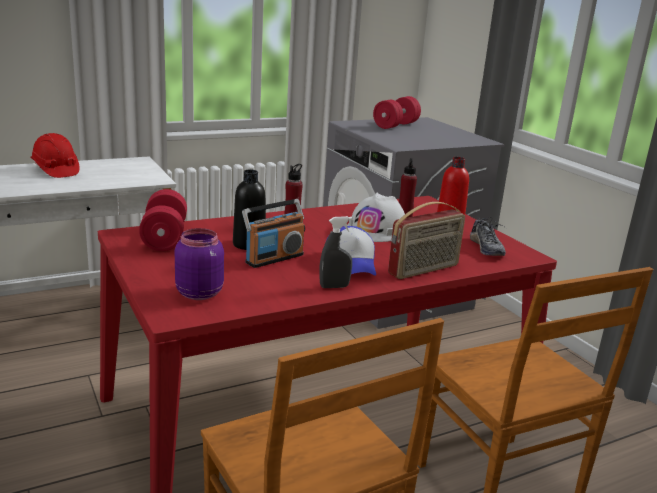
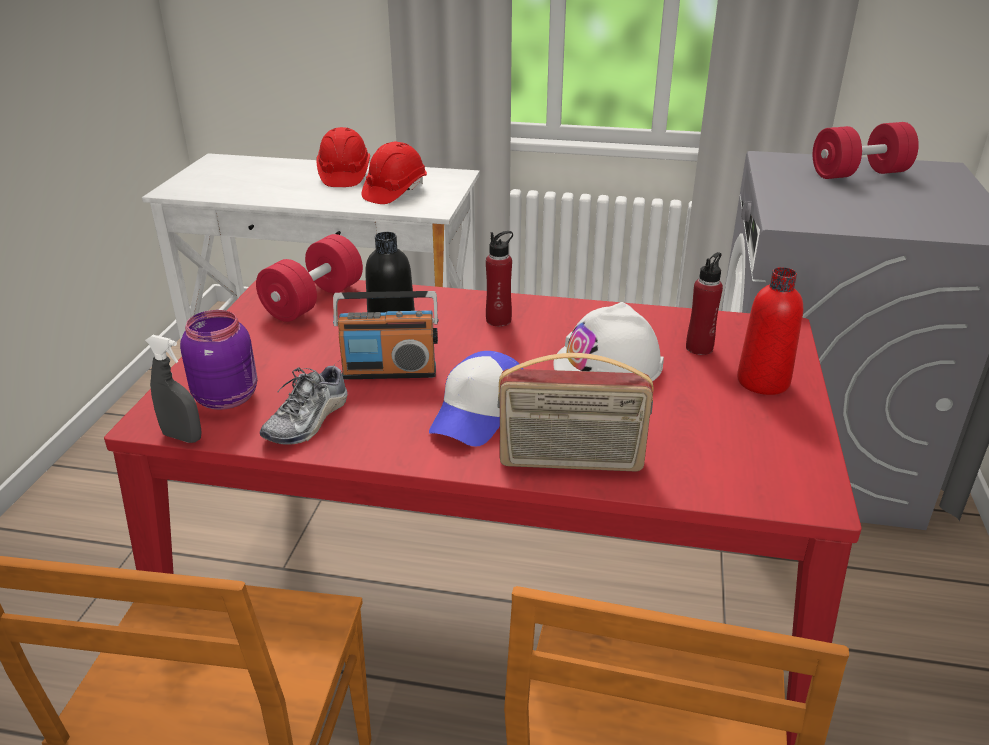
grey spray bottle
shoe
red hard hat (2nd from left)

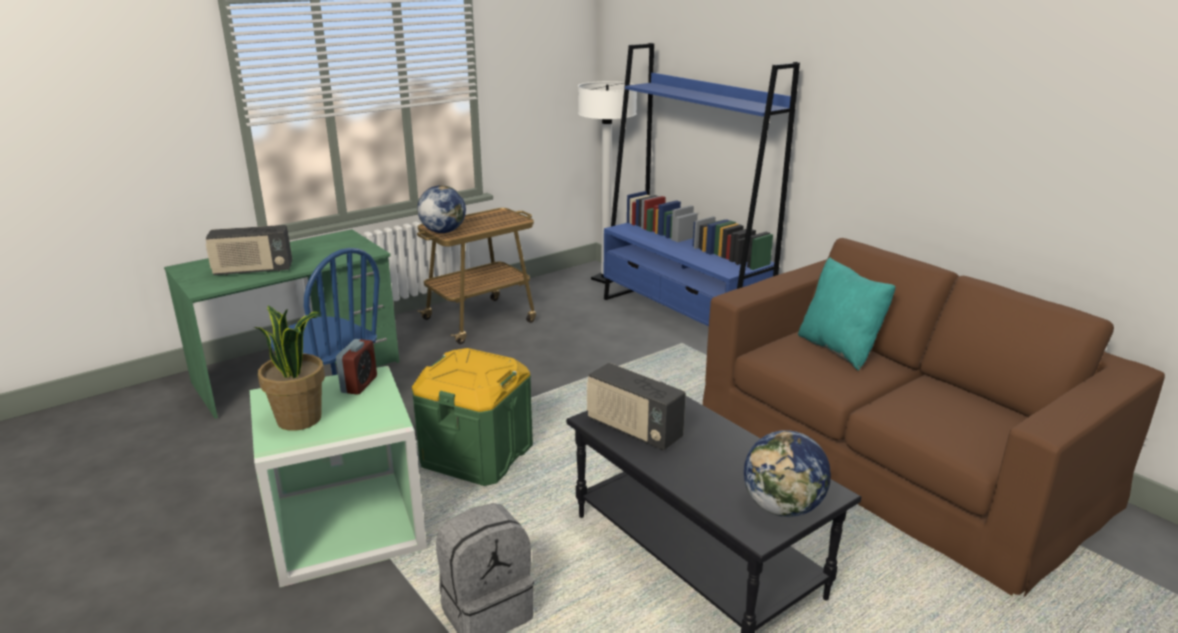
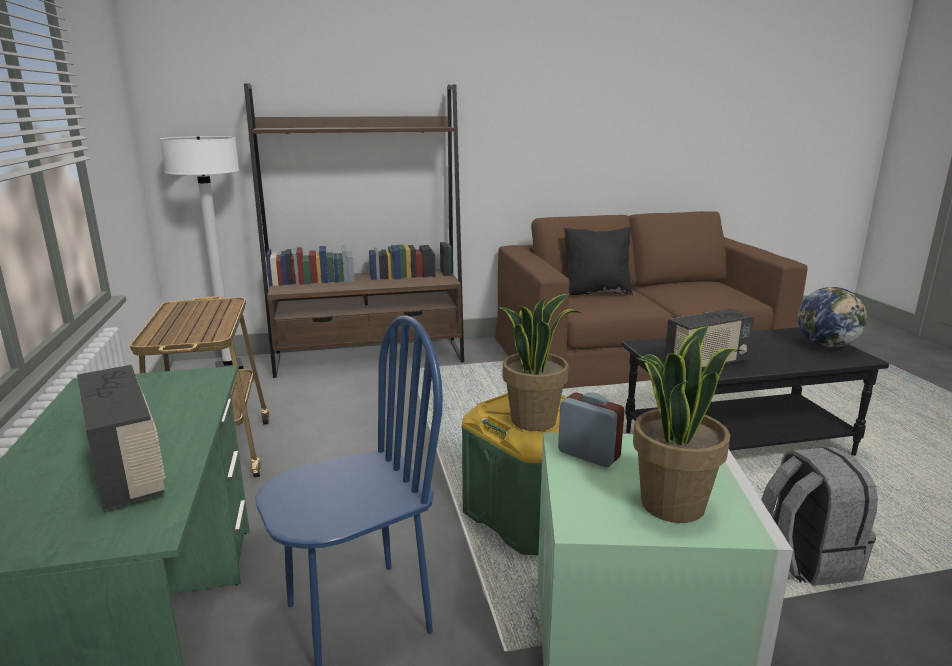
radio (1st from left)
globe (1st from left in the first image)
brown bookcase
black pillow
potted plant (1st from left)

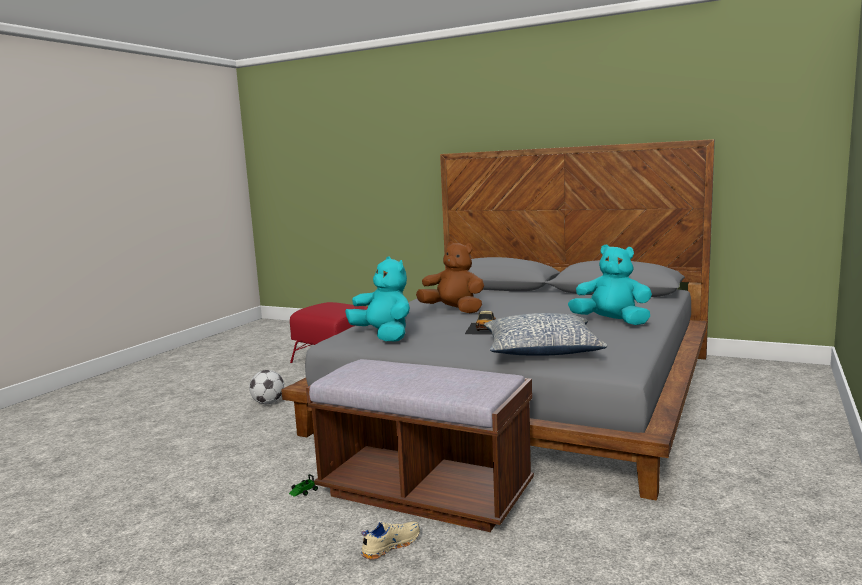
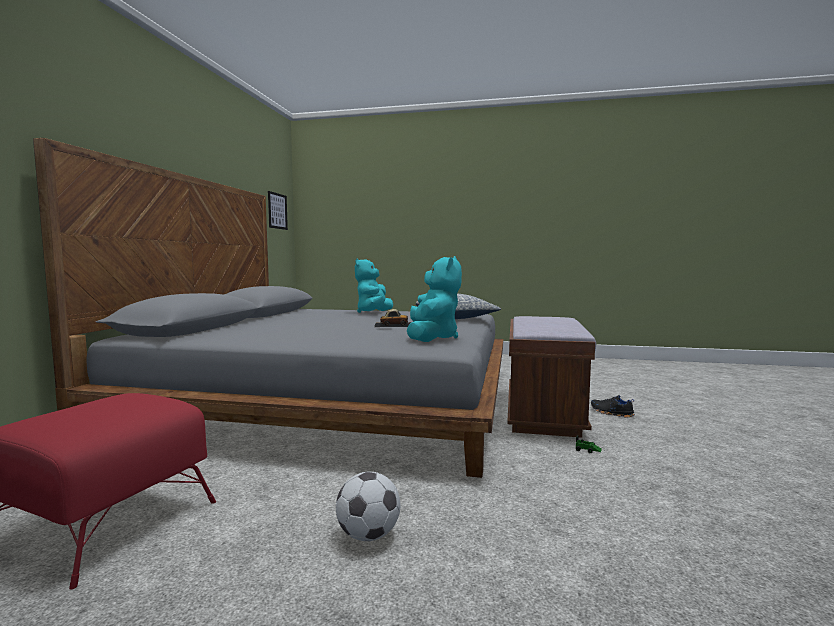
turquoise plush toy (2nd from left)
black shoe
brown plush toy
picture

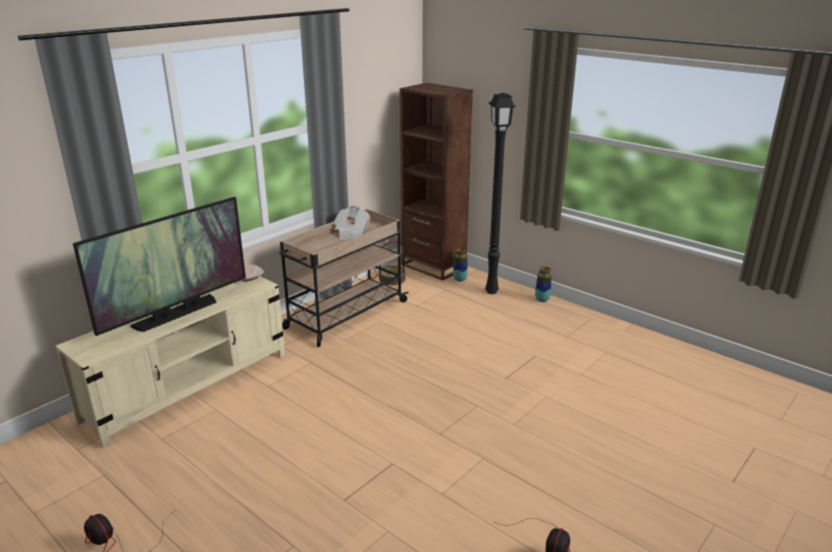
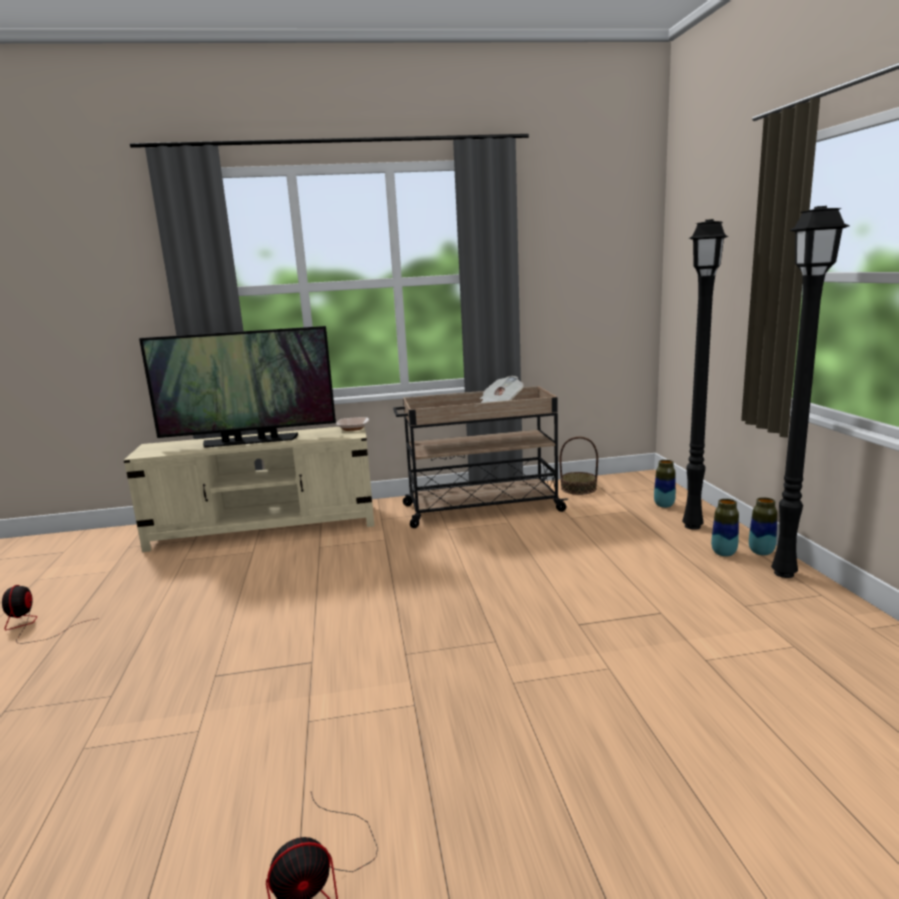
brown bookcase
vase (2nd from left)
black floor lamp (2nd from left)

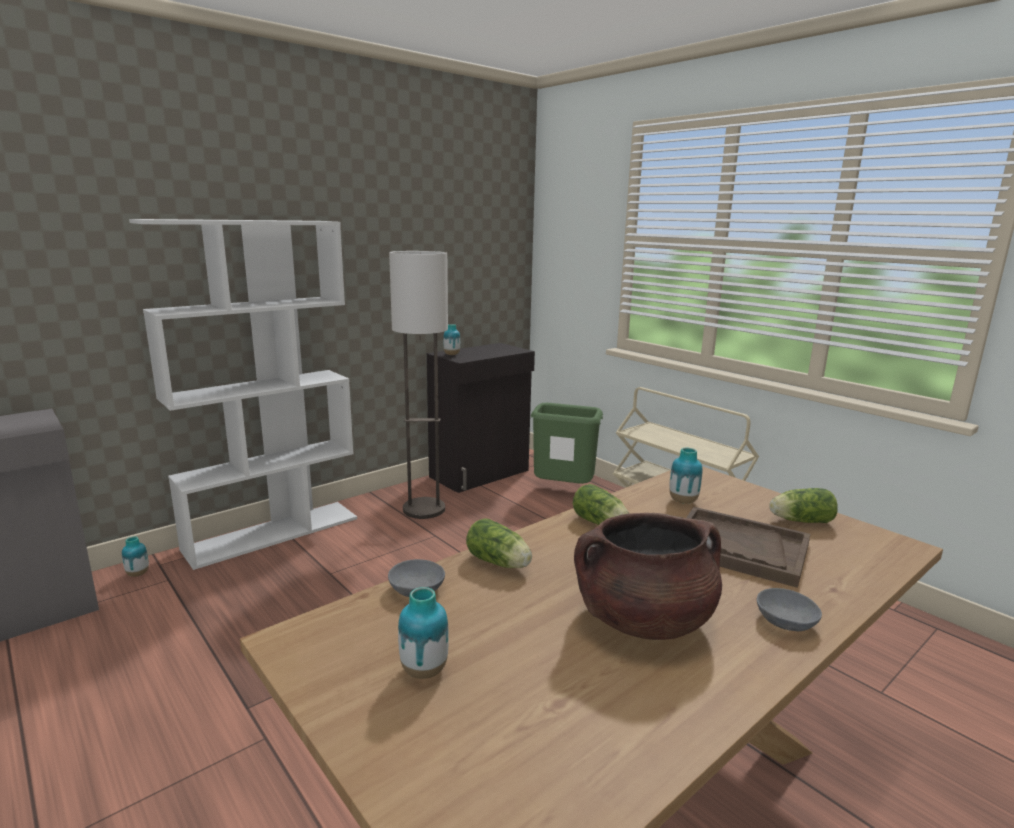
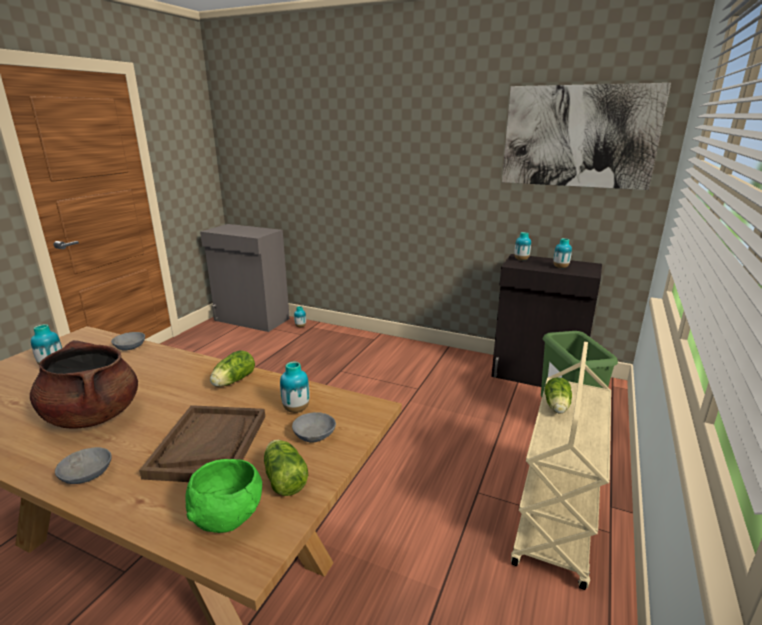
white bookcase
floor lamp
lettuce (3rd from left)
green bowl
grey bowl (3rd from left)
picture
vase (5th from left)

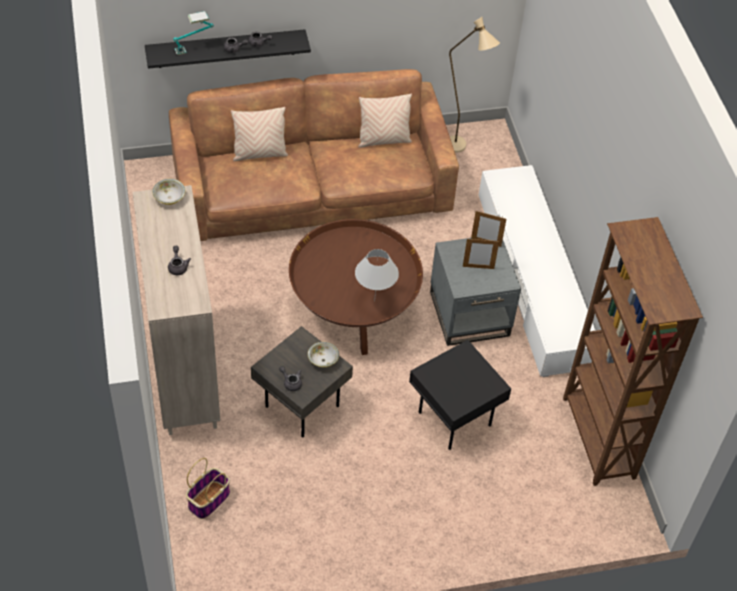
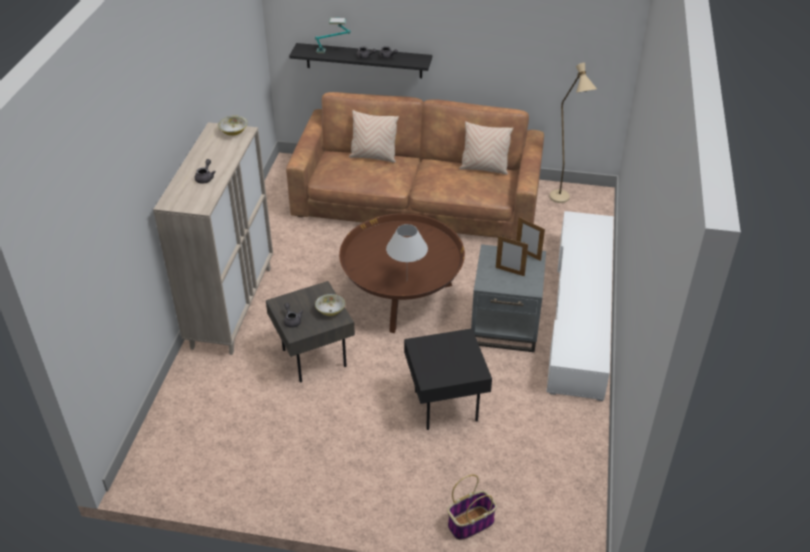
basket
brown bookcase

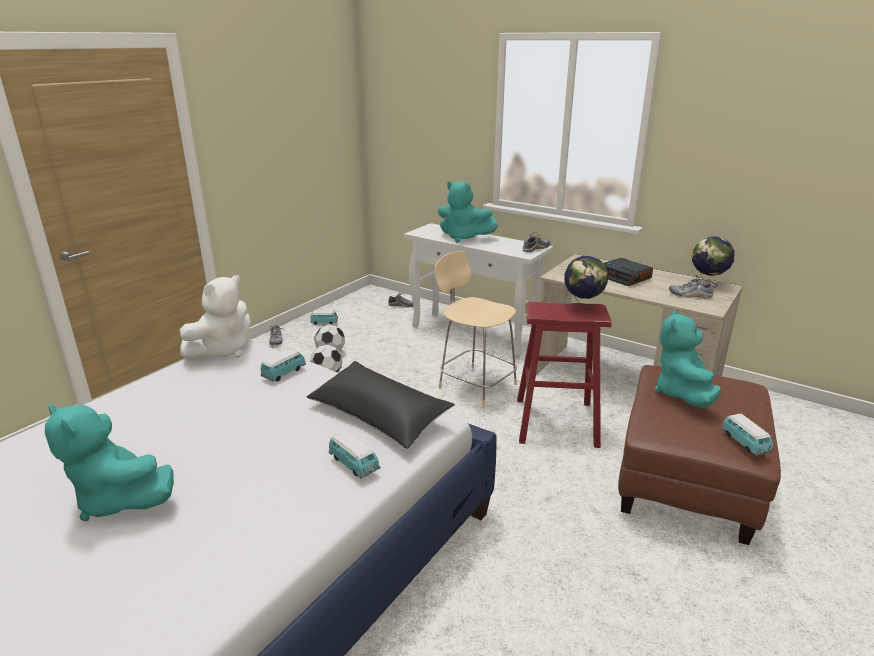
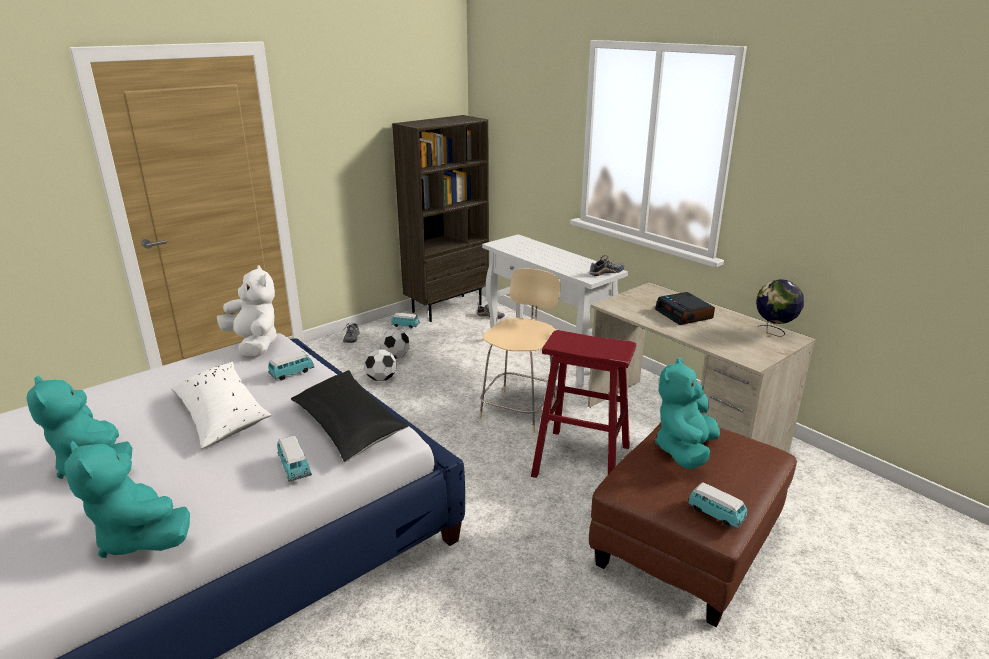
white plush toy
beige chair
turquoise plush toy (2nd from left)
globe (1st from left in the first image)
shoe (4th from left in the first image)
toy car (4th from left)
white pillow
brown bookcase

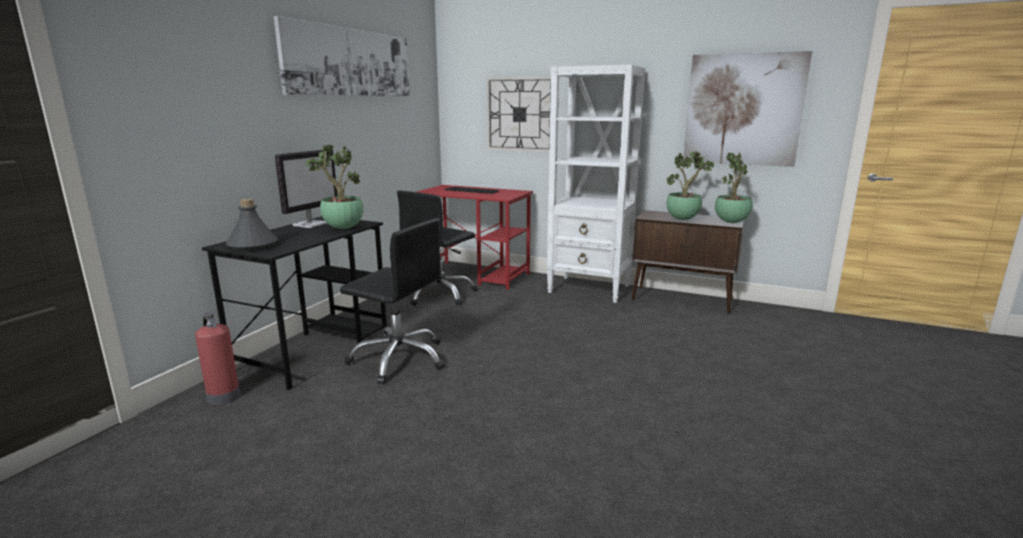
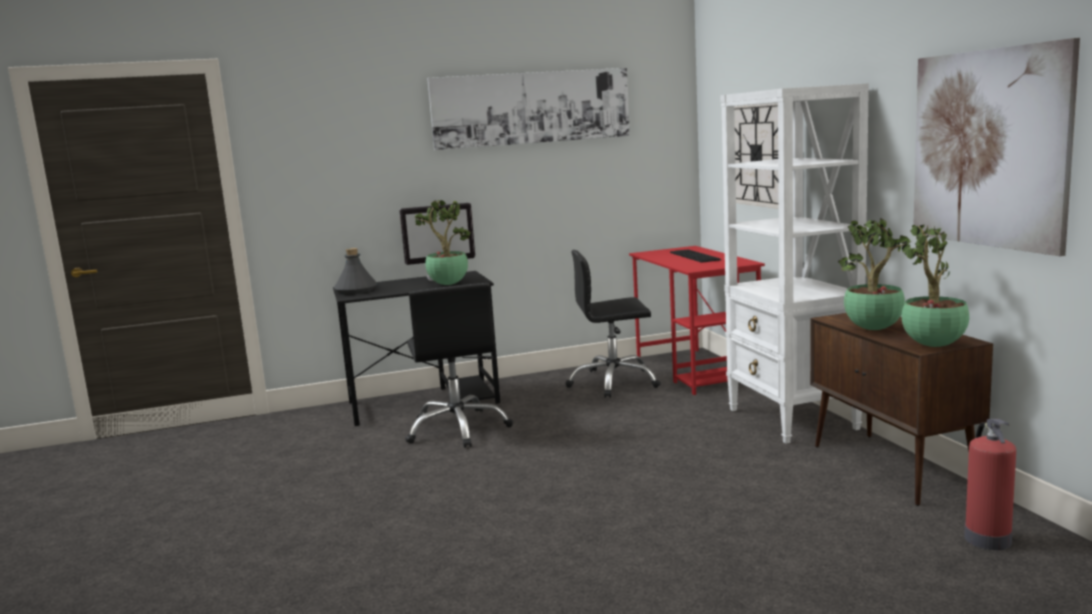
fire extinguisher

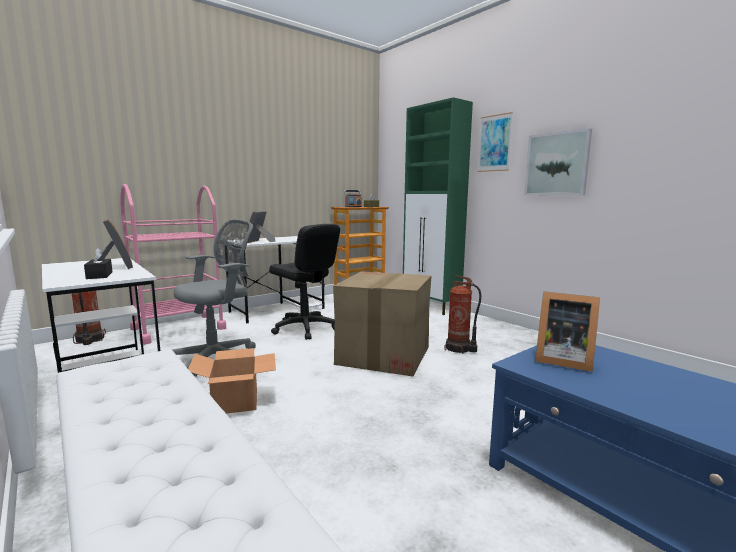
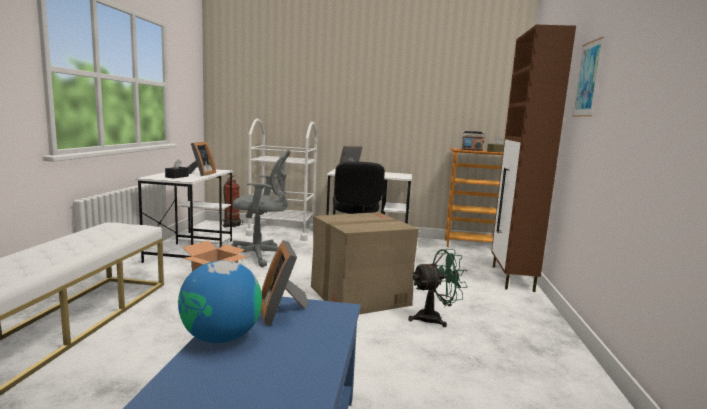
white cart
brown cabinet
green fan
picture (2nd from left in the first image)
globe

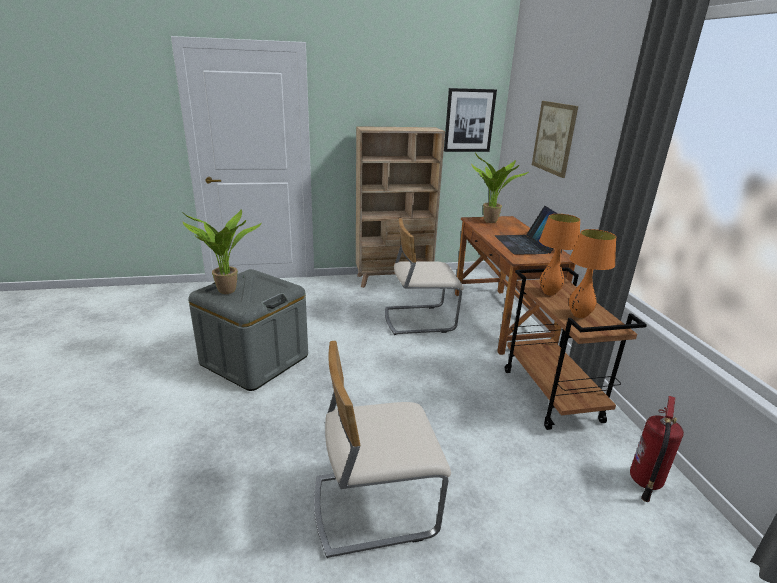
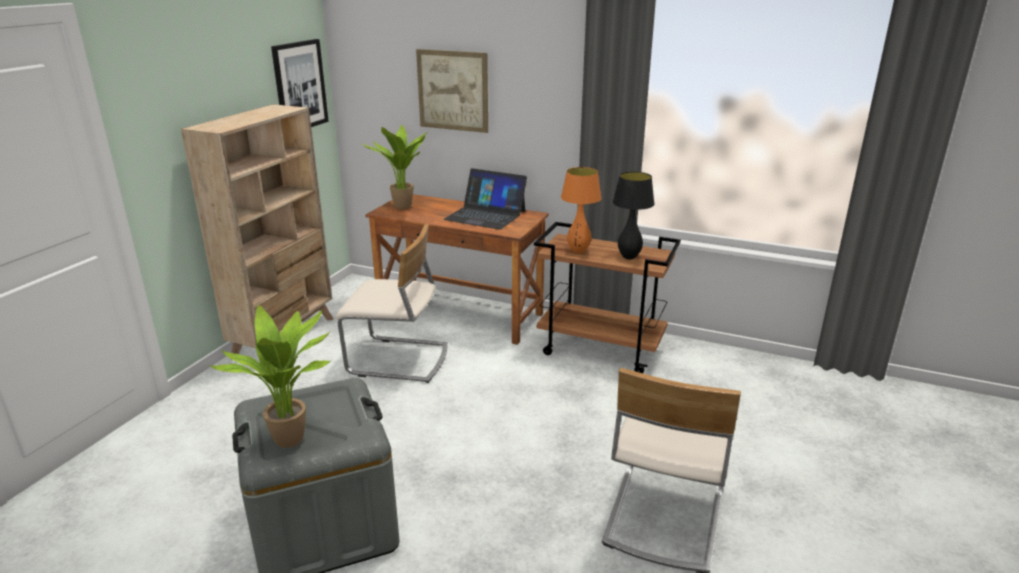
beige chair (1st from left)
black table lamp
fire extinguisher

